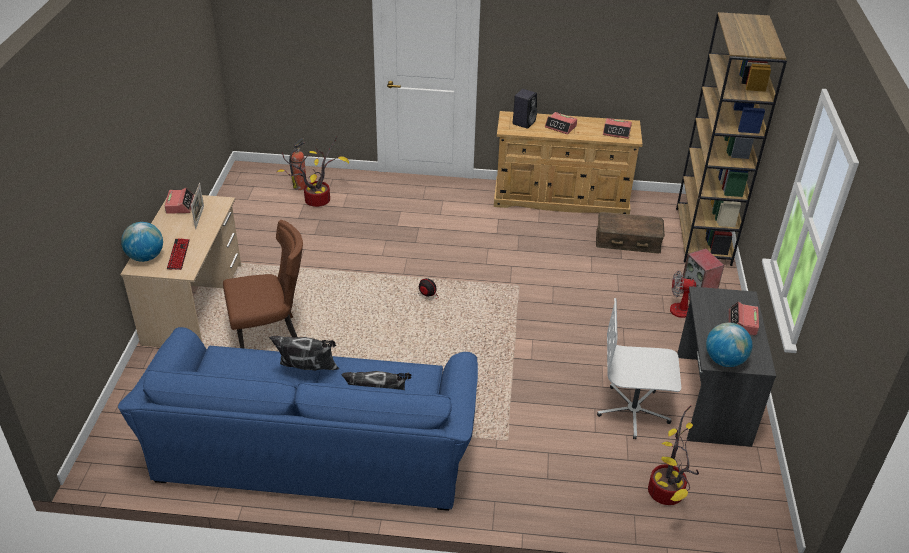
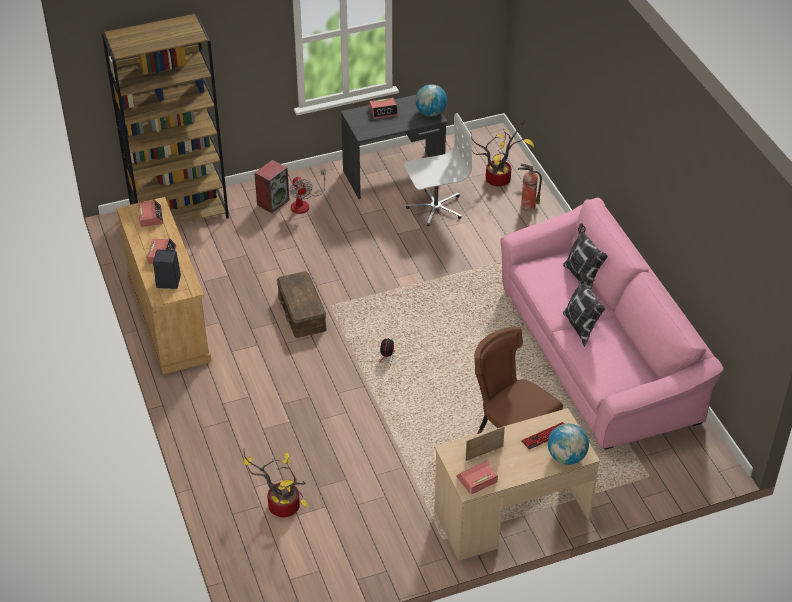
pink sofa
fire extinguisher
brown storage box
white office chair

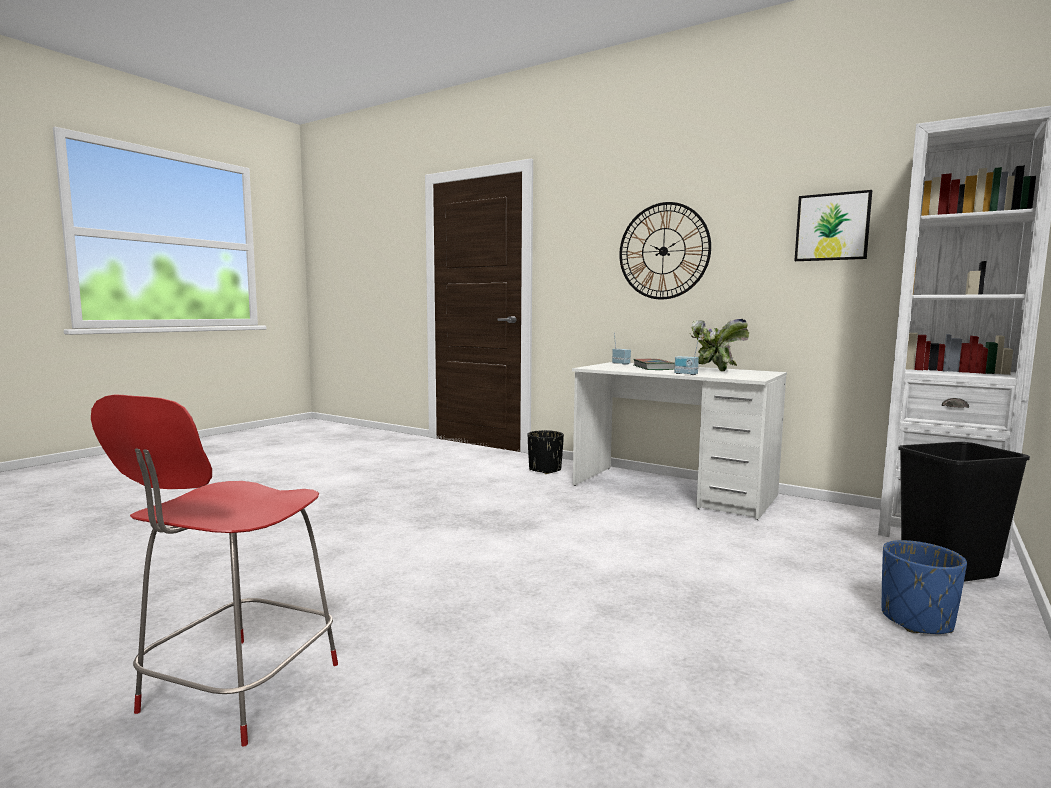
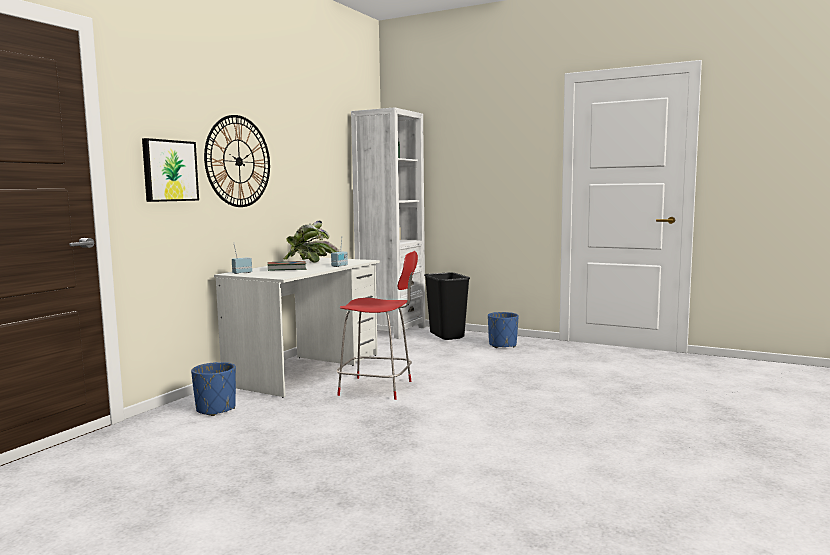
red chair
blue planter (1st from left)
picture

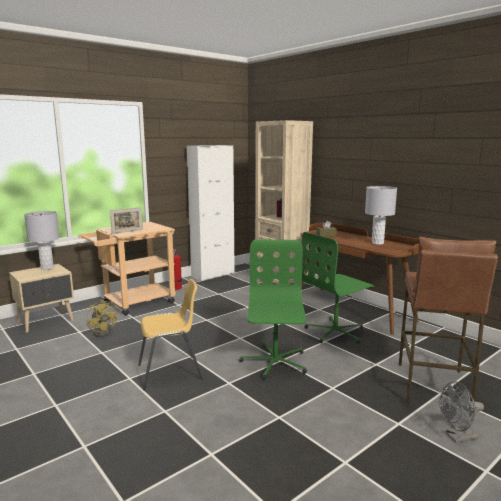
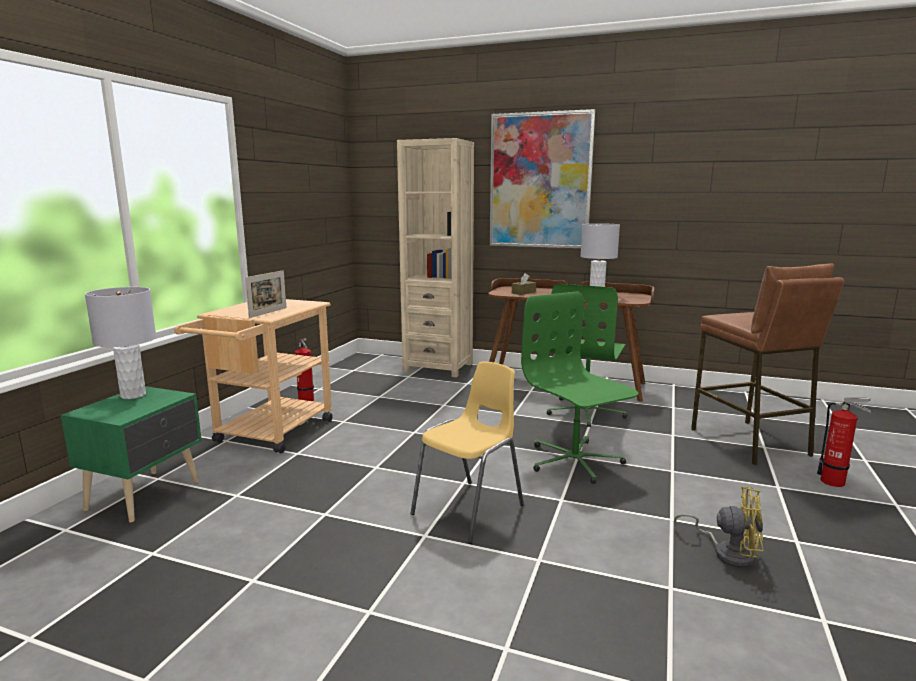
green nightstand
yellow fan
white cabinet
fire extinguisher (2nd from left)
picture

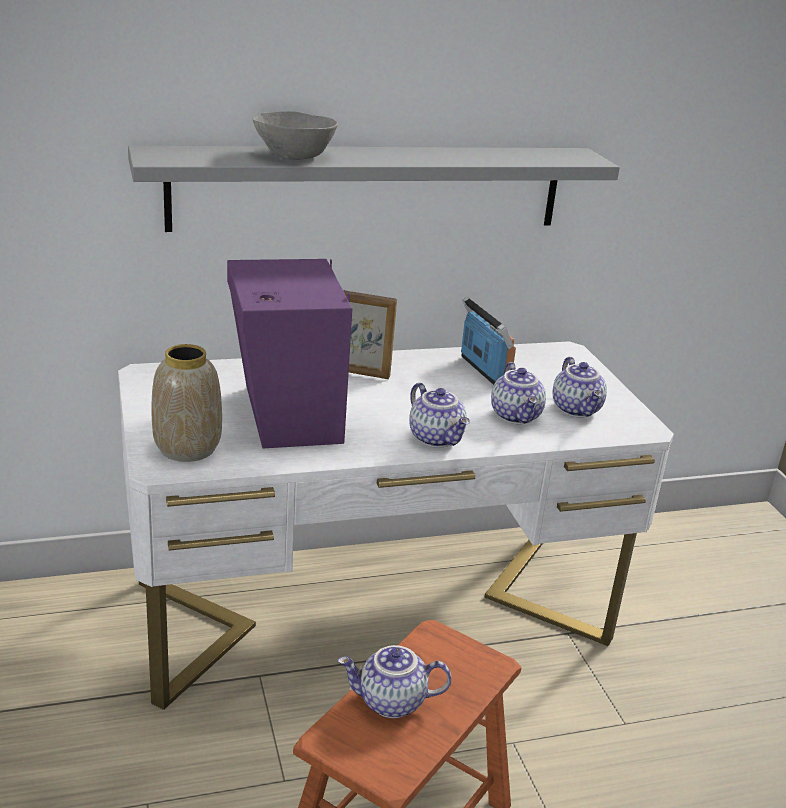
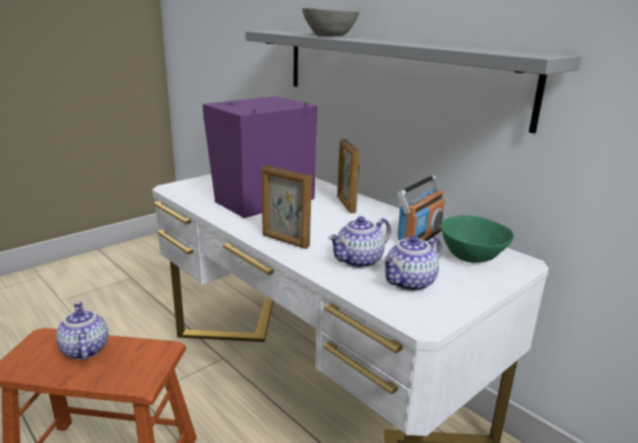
vase
picture frame (1st from left)
green bowl

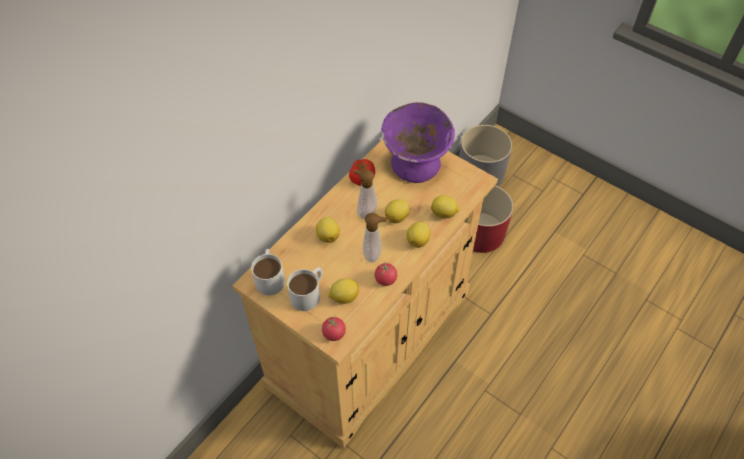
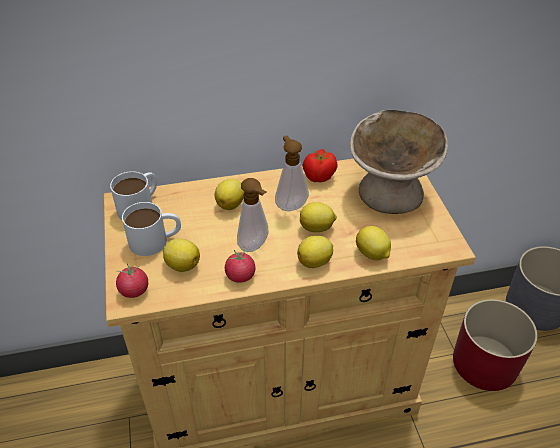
beige bowl

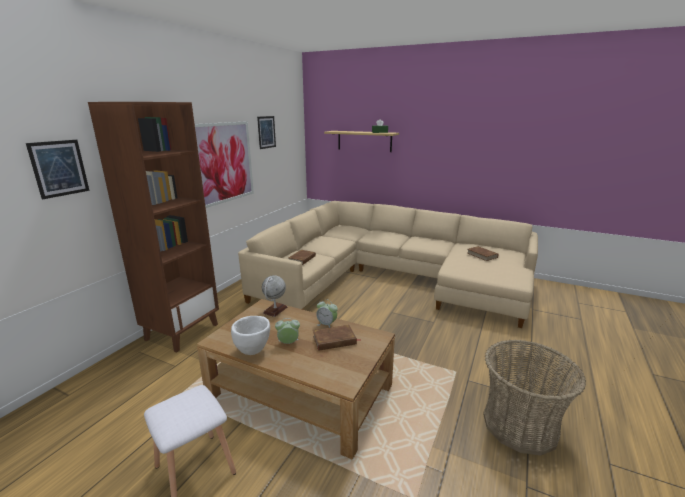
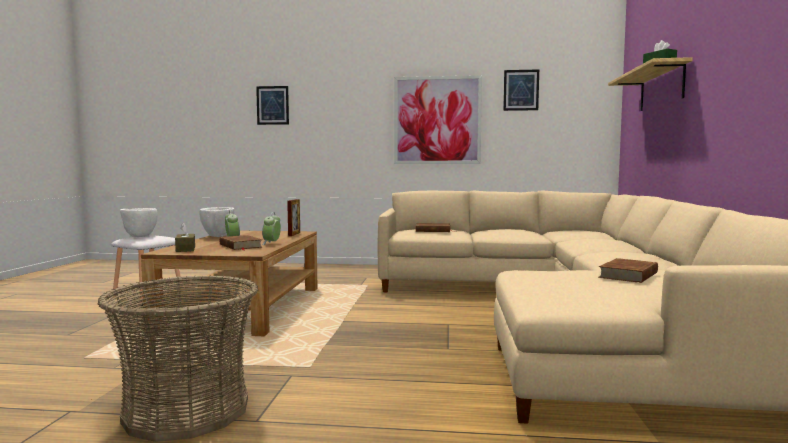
brown bookcase
picture frame
white bowl (1st from left)
brown tissue box

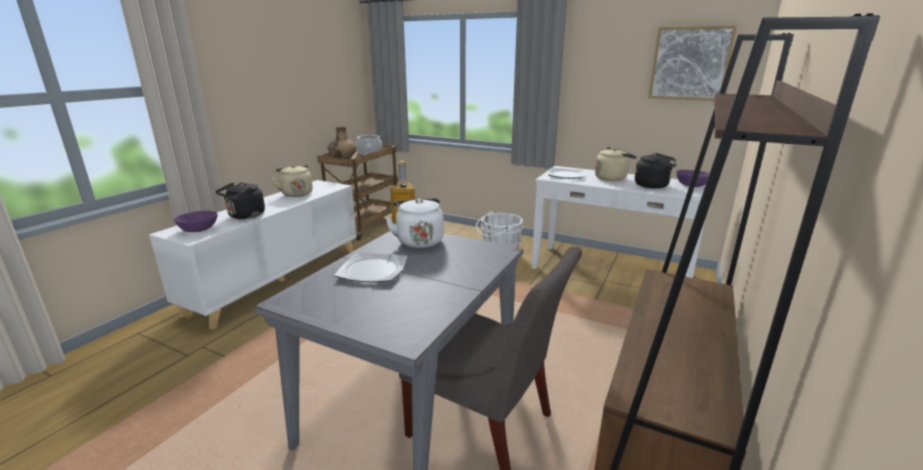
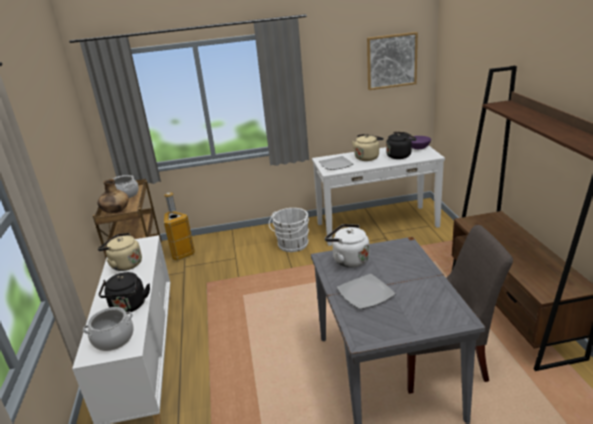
cooking pot (1st from left)

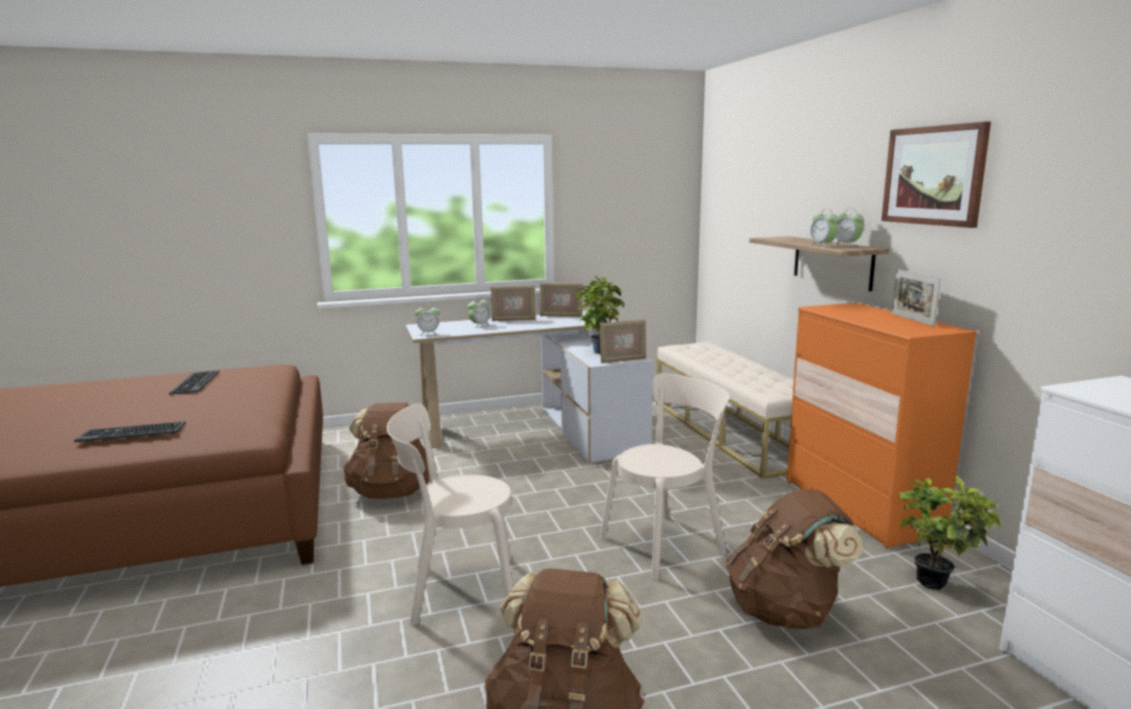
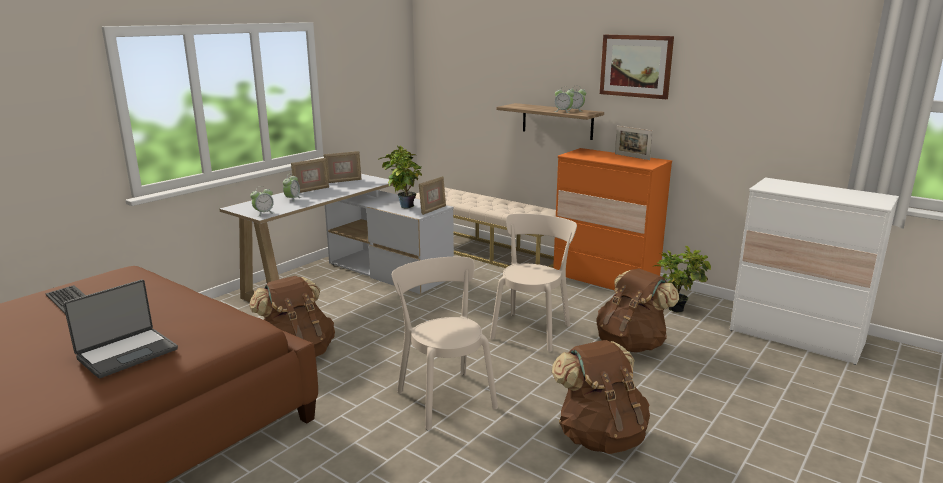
laptop
beige chair (1st from left)

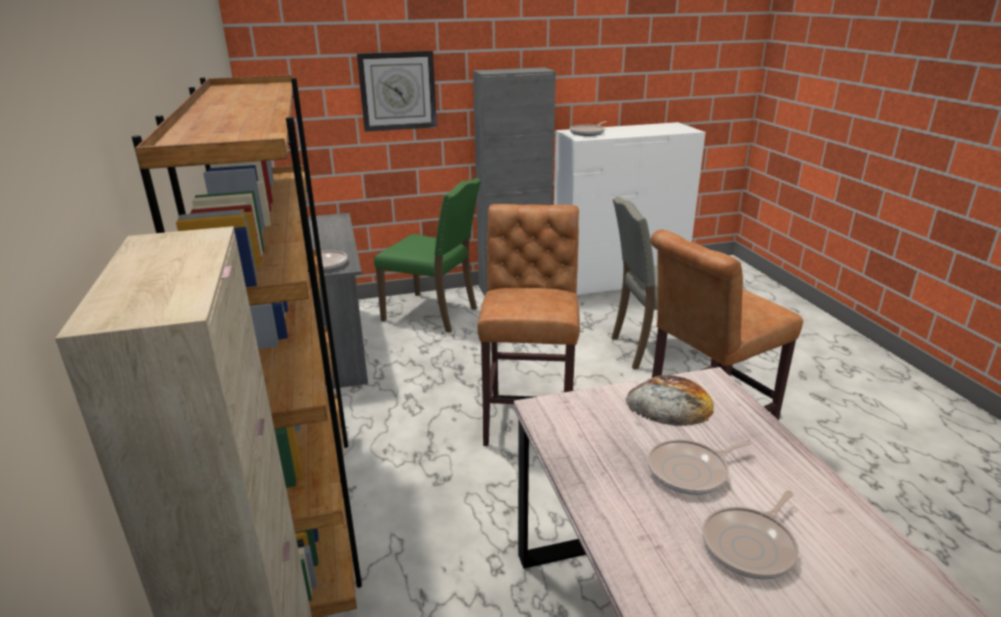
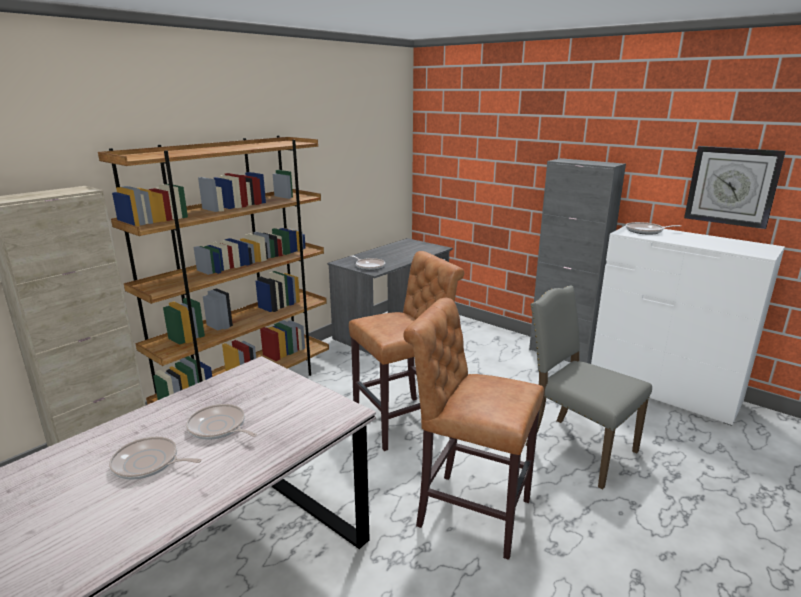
wall clock
green chair
bread

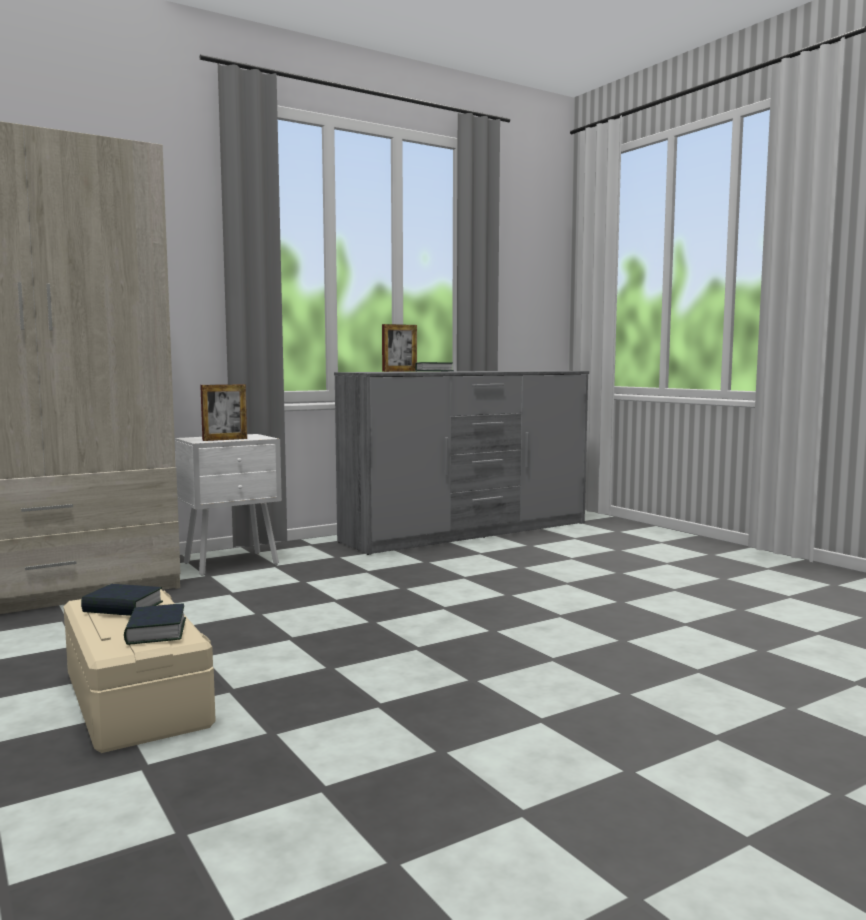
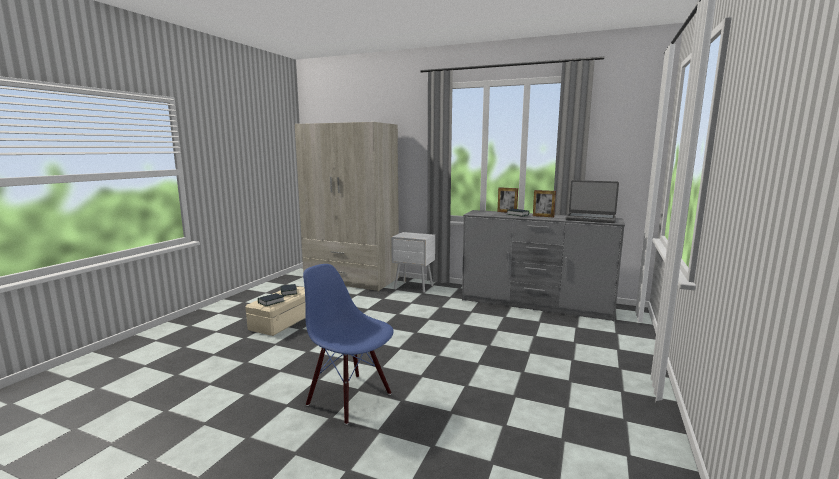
picture frame (2nd from left)
blue chair
laptop

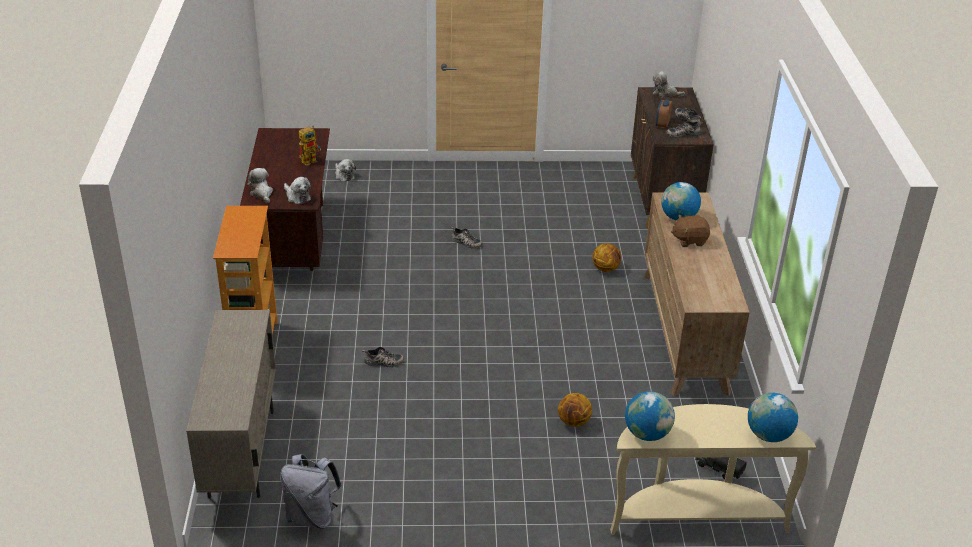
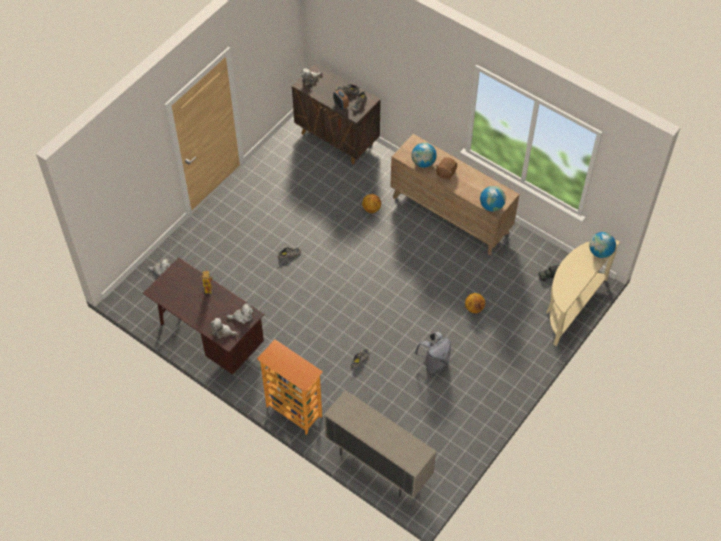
grey backpack
globe (2nd from left)

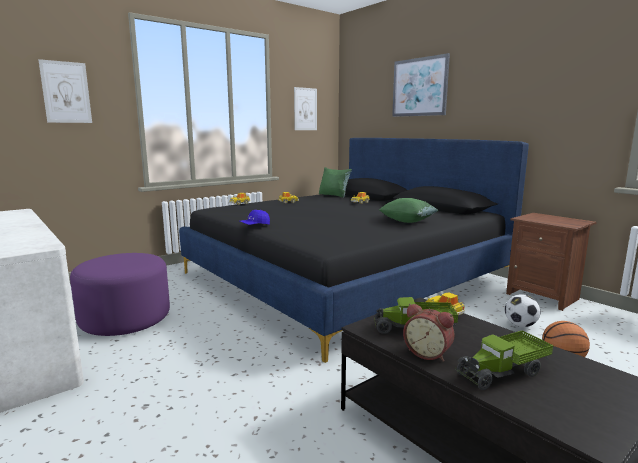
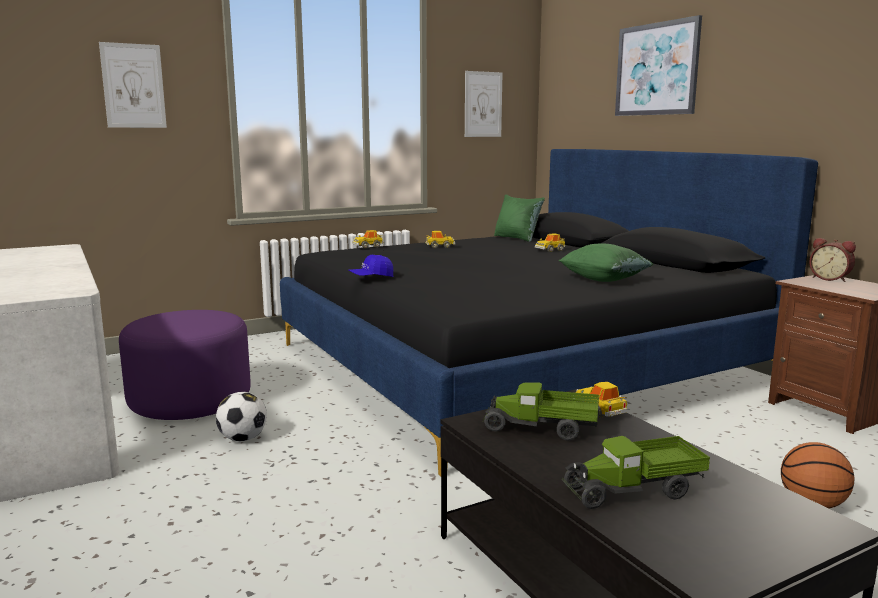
alarm clock
football

